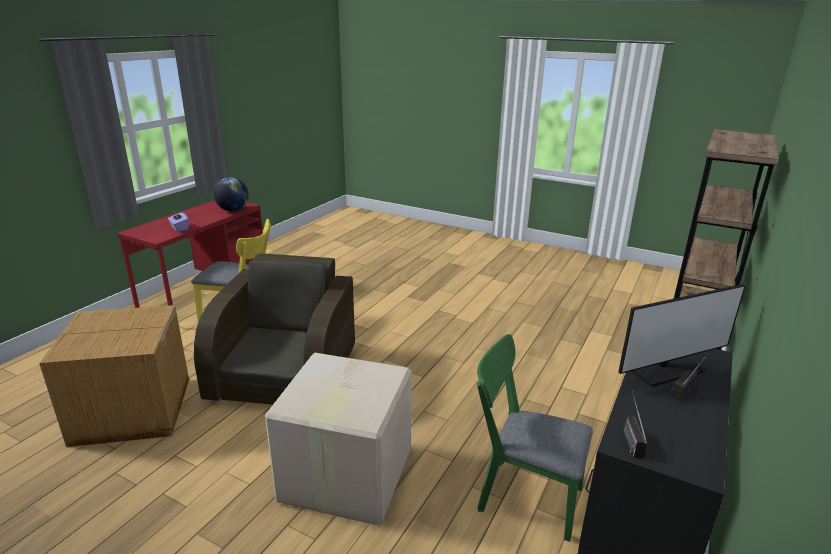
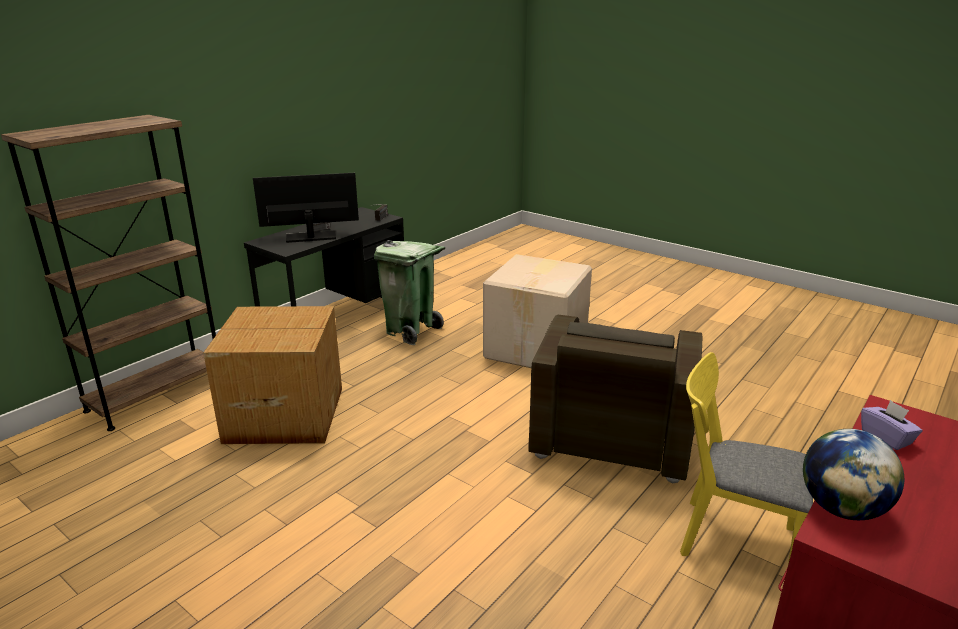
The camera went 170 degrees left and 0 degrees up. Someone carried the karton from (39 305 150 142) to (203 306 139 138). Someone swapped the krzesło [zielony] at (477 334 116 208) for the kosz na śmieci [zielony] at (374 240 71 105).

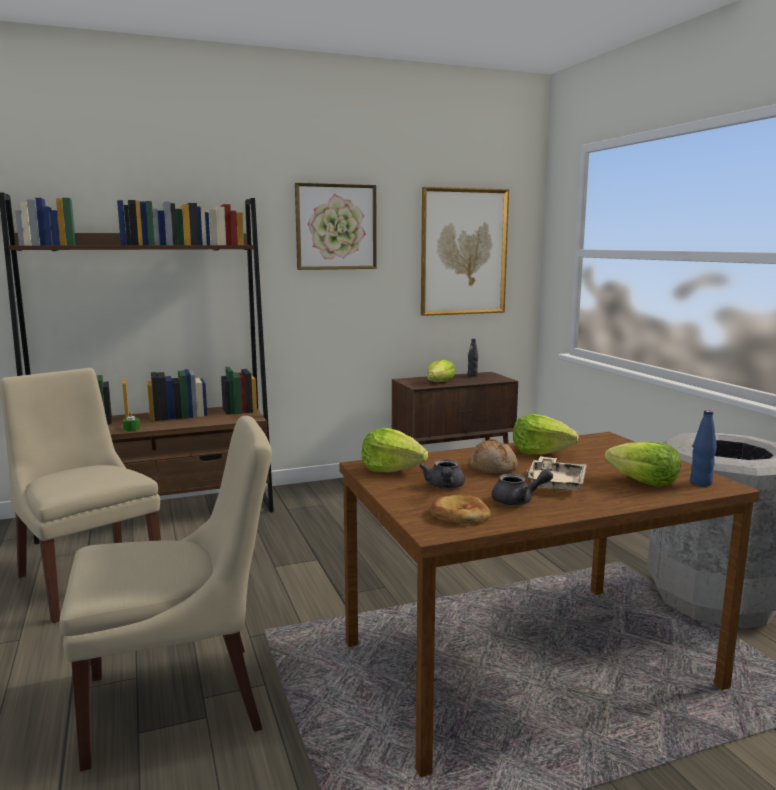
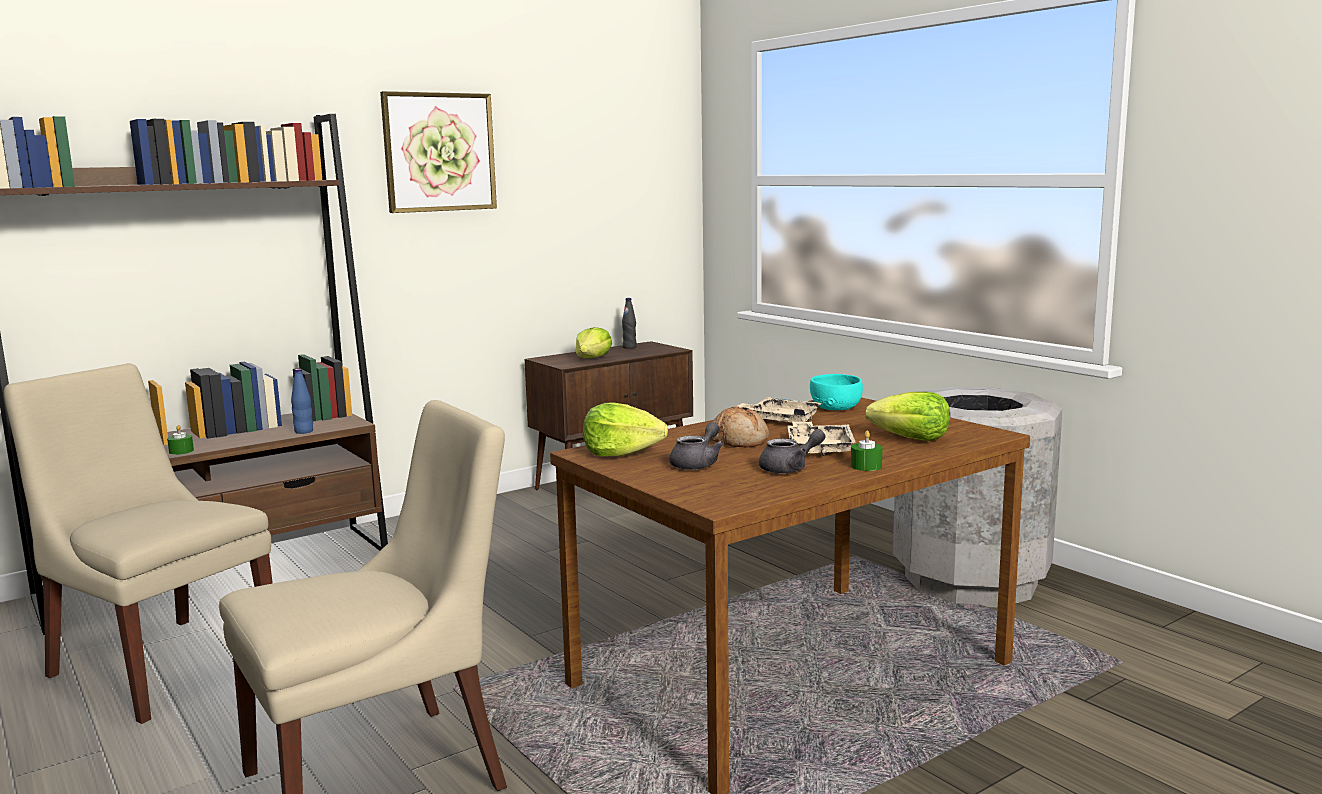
The camera went 15 degrees left and 0 degrees up. Someone took away the obraz at (421 187 88 129). Someone carried the butelka [niebieski] from (690 410 27 76) to (291 369 22 65). Someone swapped the sałata at (513 414 66 41) for the taca [beżowy] at (737 397 85 26). Someone rotated the imbryk [szary] at (419 459 46 30) by 135 degrees counterclockwise. Someone took away the chleb at (431 495 60 29). Someone put down the miska [turkusowy] at (810 374 53 36). Someone put down the świeca [zielony] at (851 431 32 40).

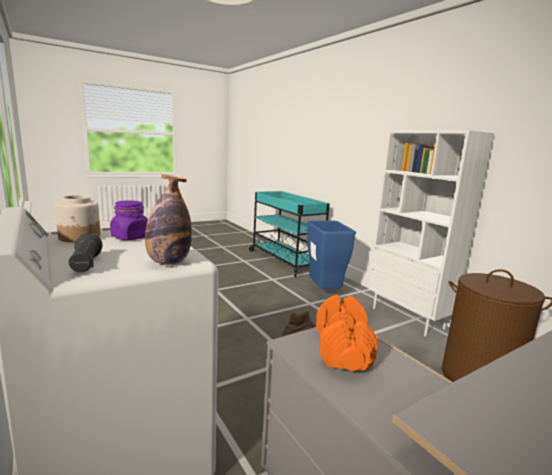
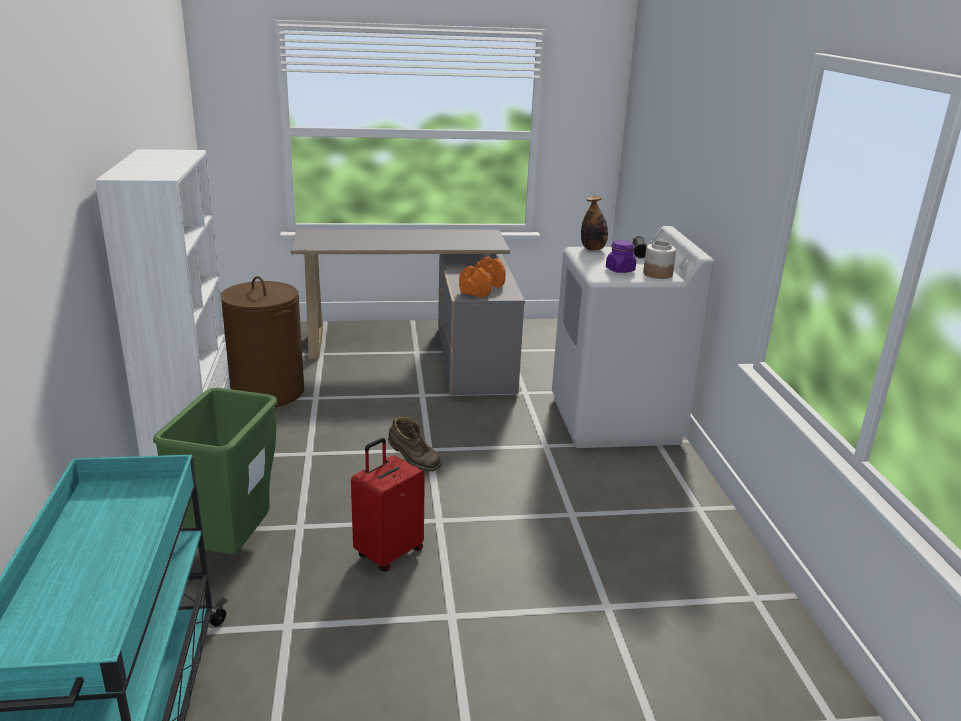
The camera went 155 degrees left and 10 degrees up. Someone repainted the kosz na śmieci [niebieski] at (307 220 49 69), which became the kosz na śmieci [zielony] at (153 388 124 166). Someone put down the walizka [czerwony] at (351 438 74 133).

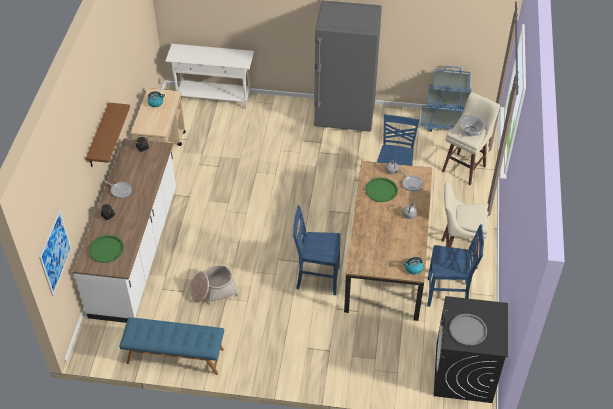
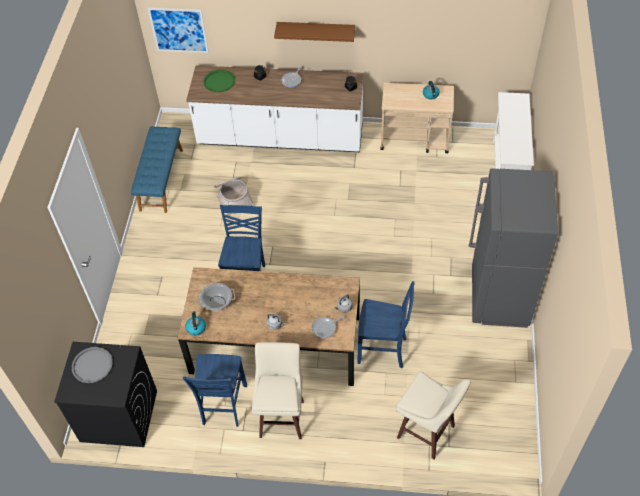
The camera went 90 degrees right and 5 degrees up. Someone took away the wózek [niebieski] at (420 66 51 66). Someone carried the garnek from (459 115 26 21) to (197 283 38 28). Someone took away the taca [zielony] at (365 178 33 24).

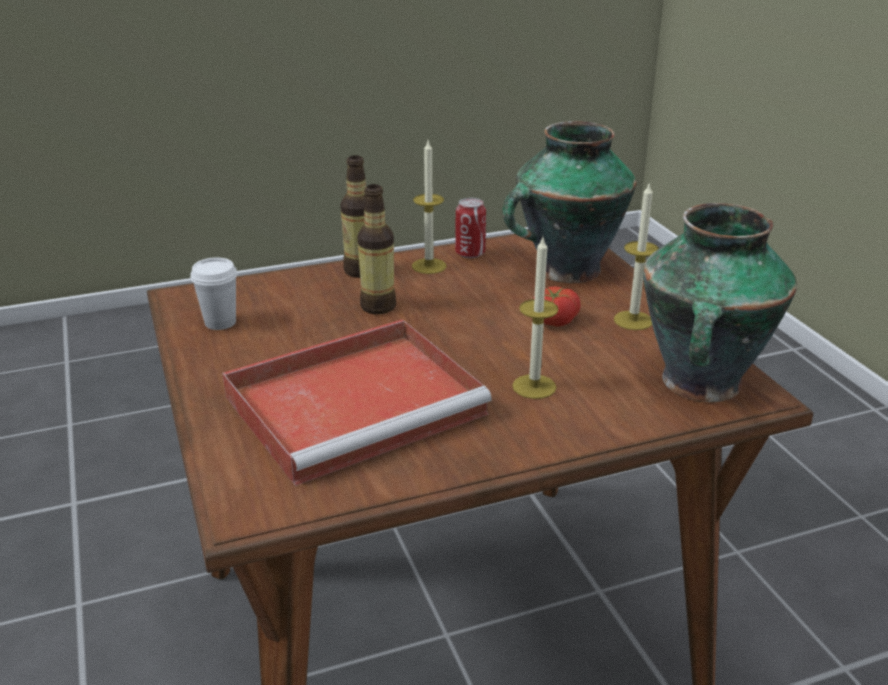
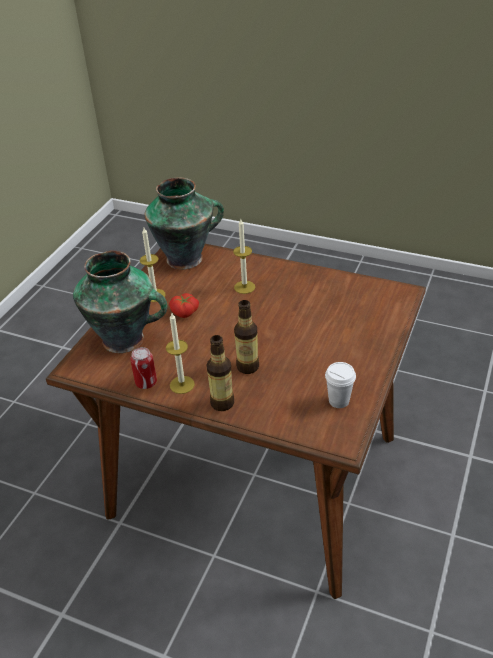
The camera went 135 degrees left and 10 degrees up. Someone took away the taca [czerwony] at (223 319 269 167).

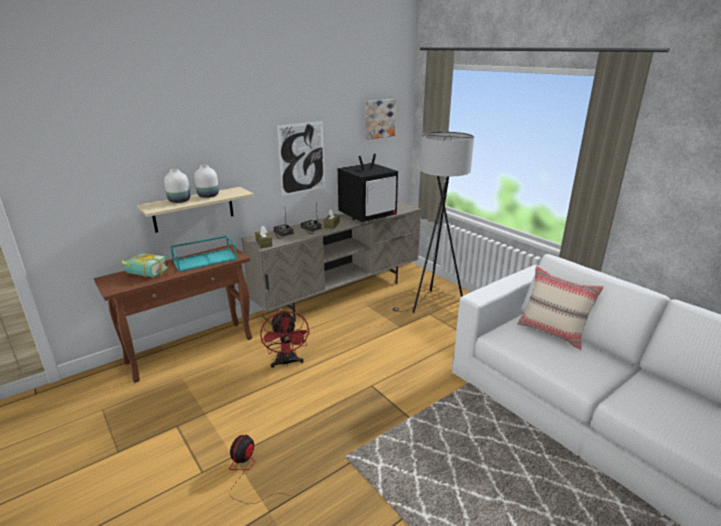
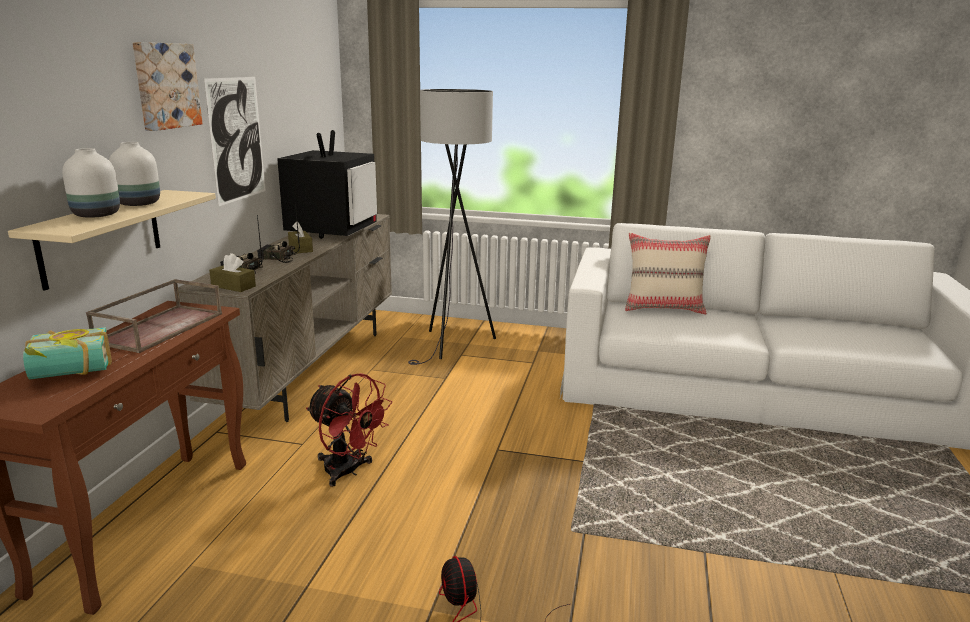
The camera went 40 degrees left and 5 degrees down. Someone carried the obraz from (365 99 31 41) to (132 42 70 89). Someone repainted the taca [turkusowy] at (170 235 67 37), which became the taca [brązowy] at (86 279 136 74).

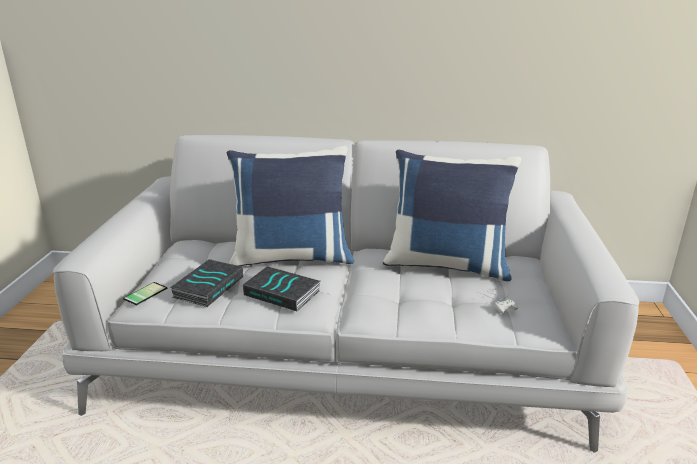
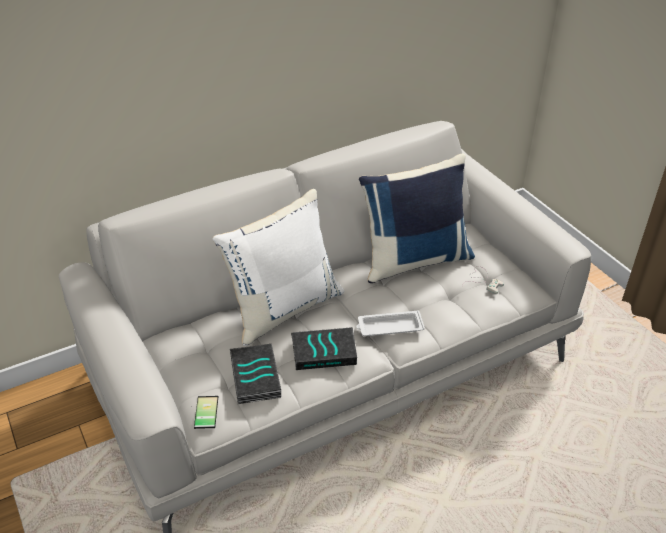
The camera went 35 degrees left and 15 degrees up. Someone repainted the poduszka [niebieski] at (227 146 127 120), which became the poduszka [biały] at (212 189 132 157). Someone put down the taca [biały] at (356 310 69 26).

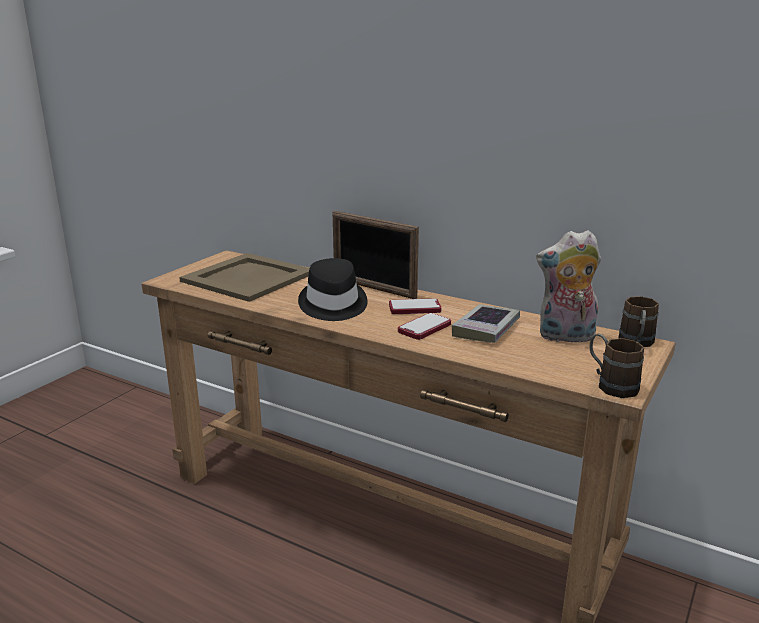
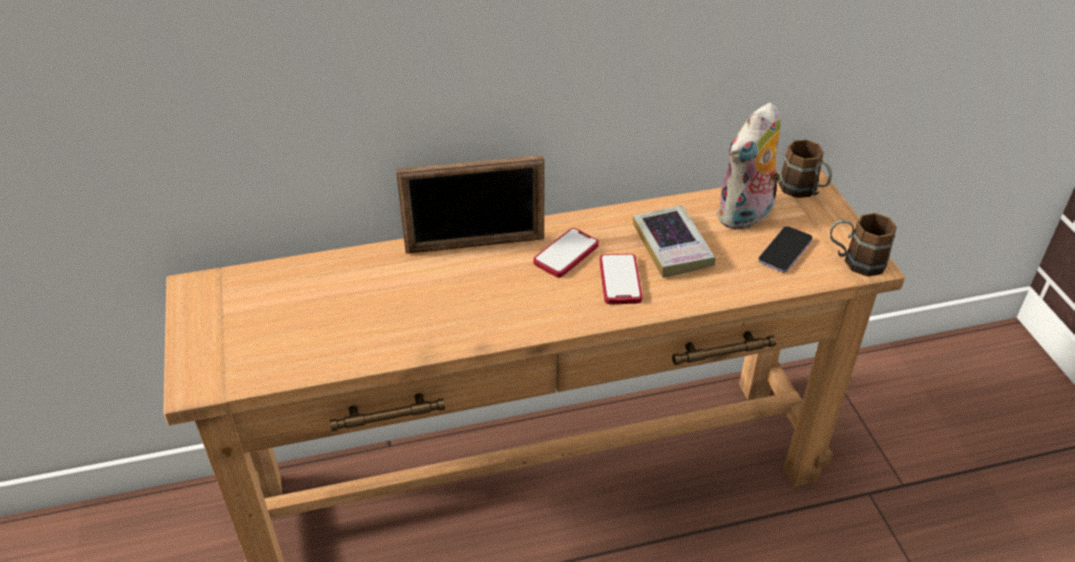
The camera went 45 degrees left and 20 degrees up. Someone took away the taca [beżowy] at (179 253 131 49). Someone took away the kapelusz [czarny] at (298 258 69 63). Someone put down the telefon at (758 226 55 47).

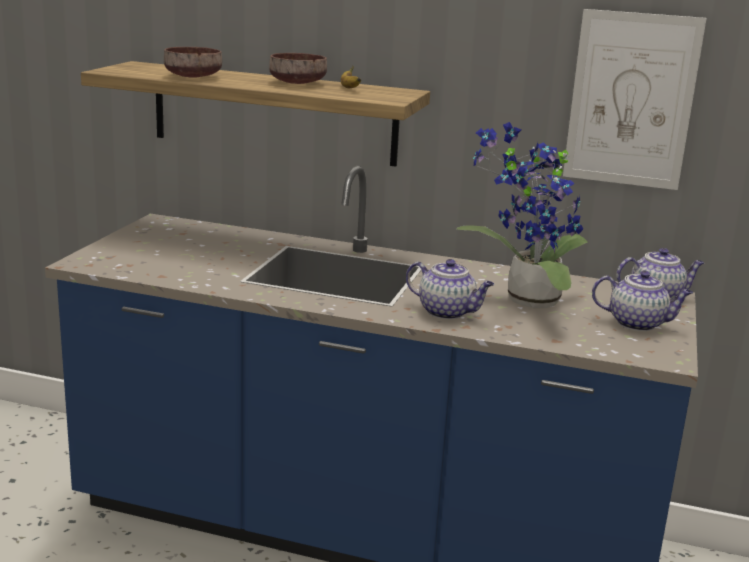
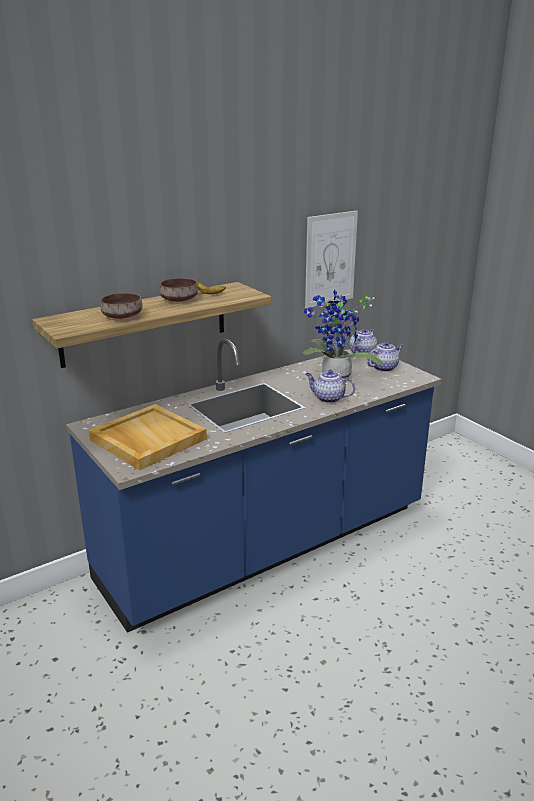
The camera went 50 degrees left and 5 degrees up. Someone rotated the imbryk at (406 259 88 61) by 135 degrees counterclockwise. Someone put down the taca [beżowy] at (89 404 118 66).

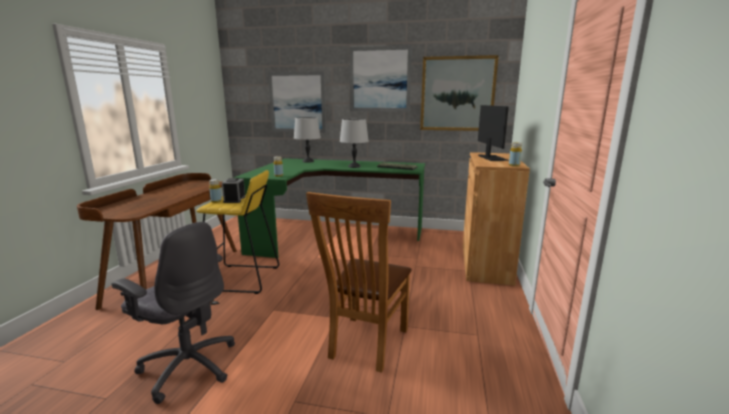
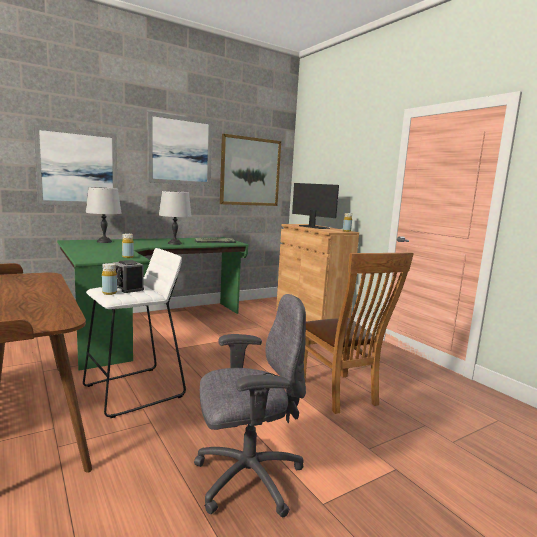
The camera went 45 degrees left and 5 degrees down. Someone repainted the stołek [żółty] at (196 170 83 124), which became the stołek [biały] at (83 248 103 170).

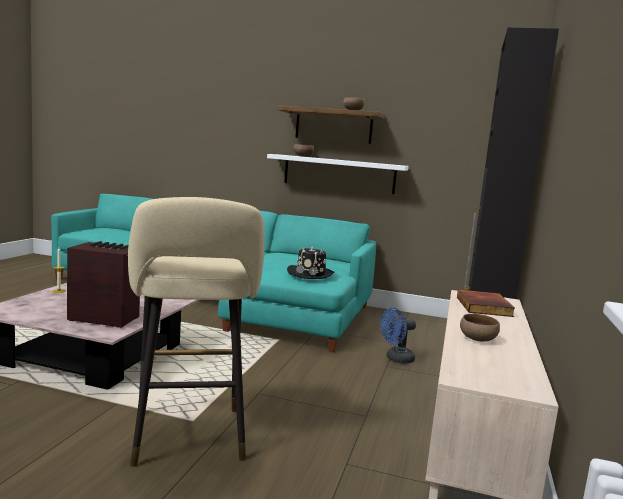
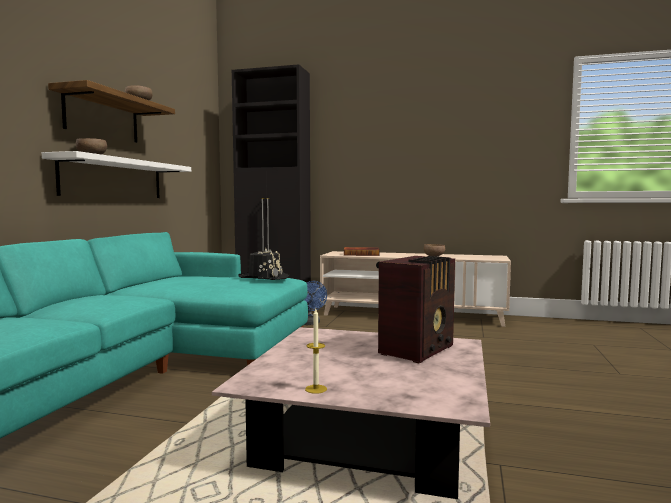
The camera went 90 degrees left and 5 degrees down. Someone took away the stołek [beżowy] at (128 197 137 270). Someone rotated the radio at (67 241 73 87) by 150 degrees counterclockwise.

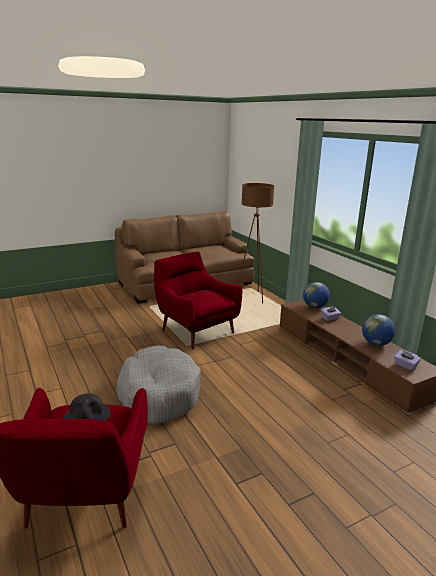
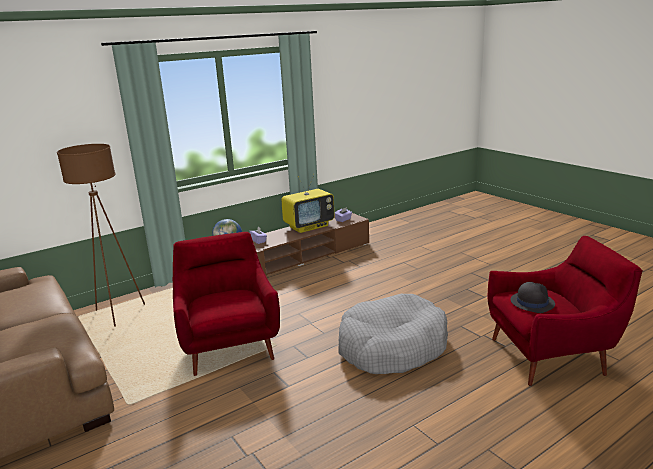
The camera went 95 degrees left and 0 degrees up. Someone rotated the fotel [czerwony] at (154 252 88 97) by 120 degrees clockwise. Someone swapped the globus at (362 314 33 32) for the telewizor at (281 175 54 58).

